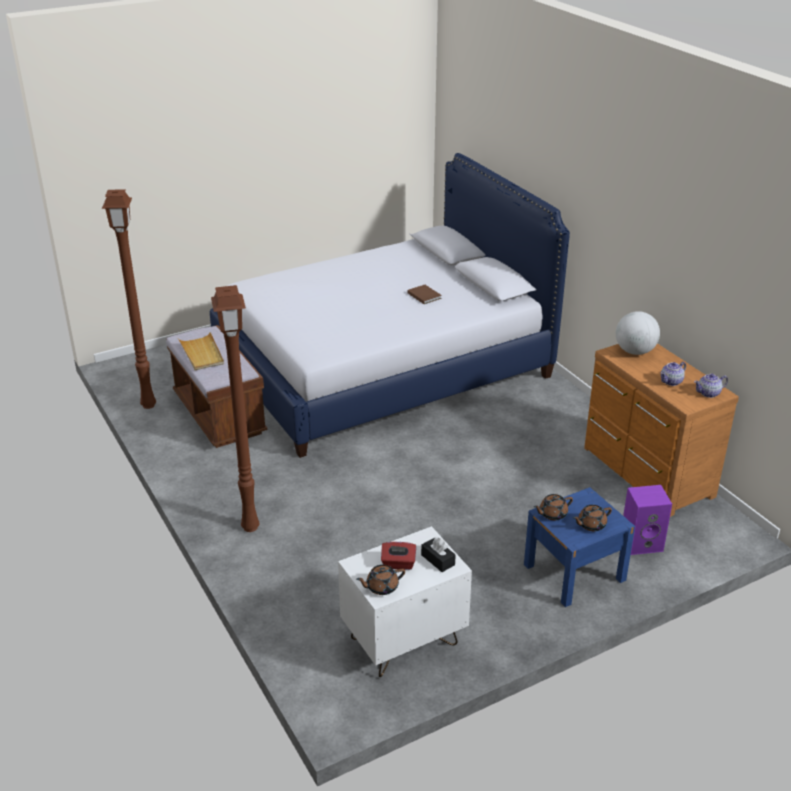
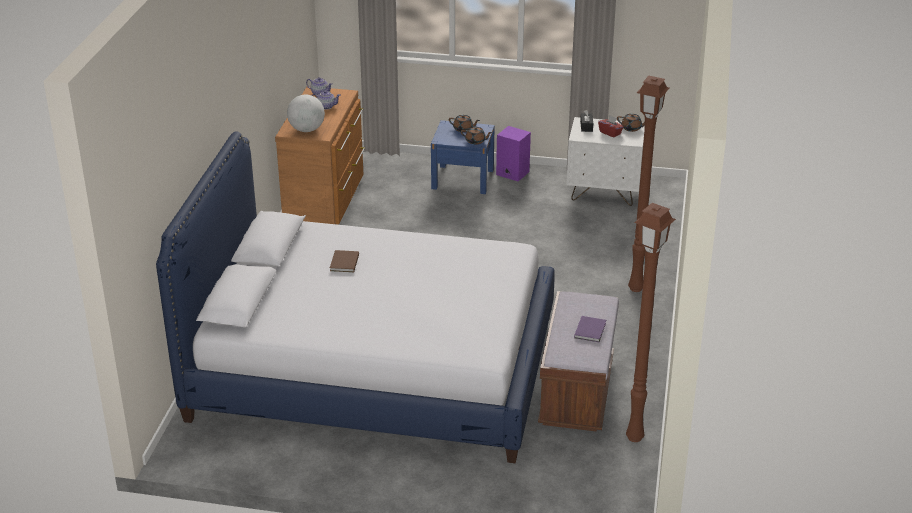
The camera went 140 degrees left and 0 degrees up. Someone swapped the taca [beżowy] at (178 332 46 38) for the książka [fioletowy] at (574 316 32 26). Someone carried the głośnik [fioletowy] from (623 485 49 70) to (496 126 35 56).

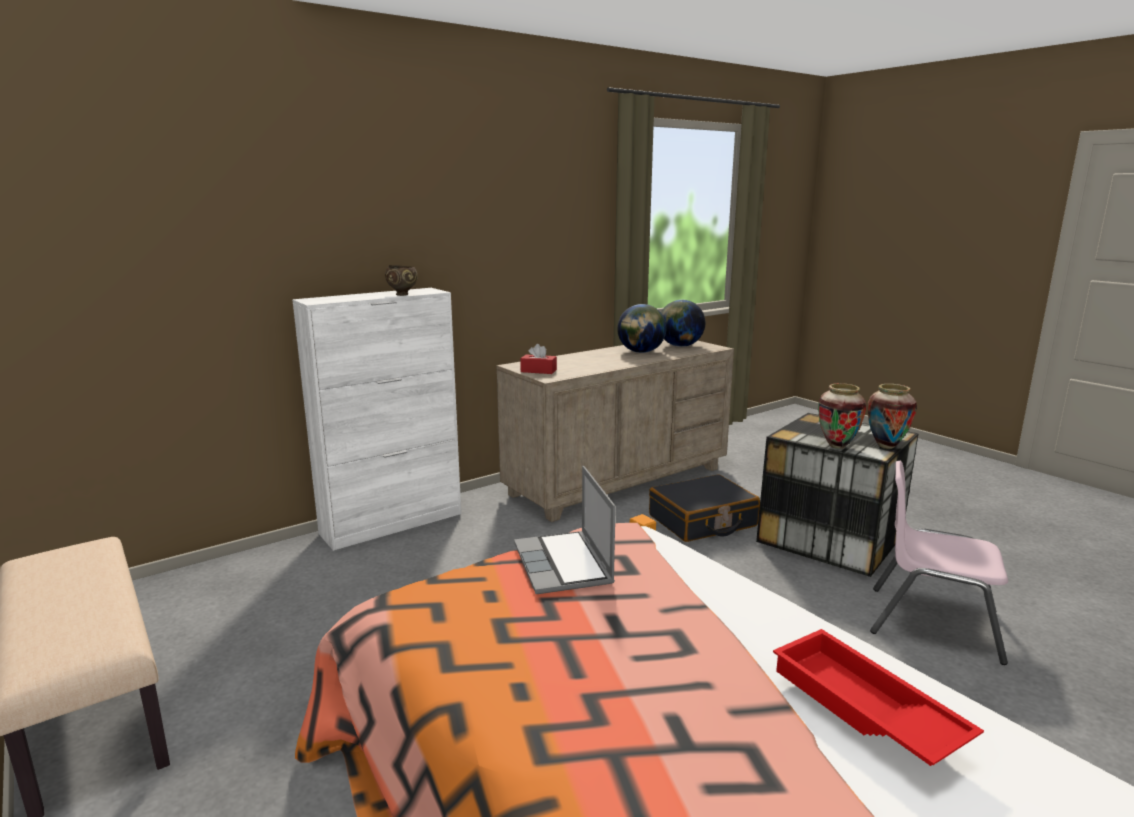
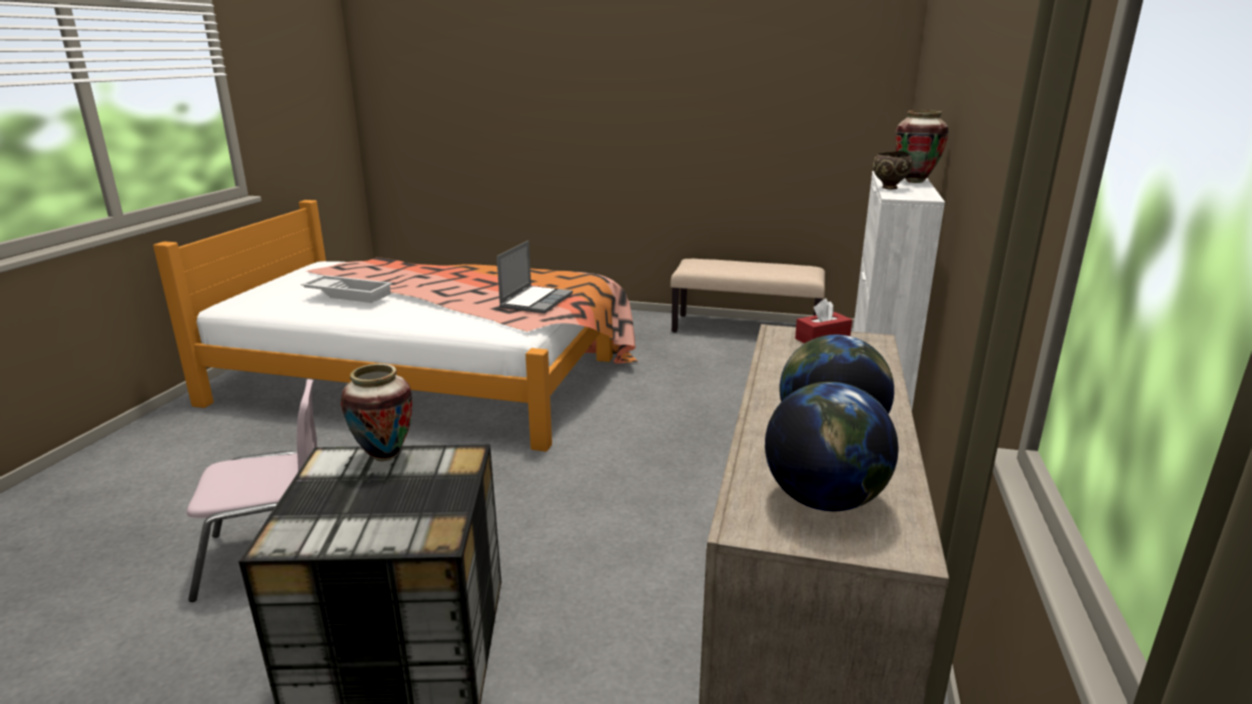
The camera went 140 degrees right and 5 degrees up. Someone carried the wazon from (868 384 49 65) to (895 110 53 73). Someone rotated the laptop at (514 466 102 128) by 75 degrees clockwise. Someone took away the walizka [czarny] at (649 474 111 68). Someone repainted the taca [czerwony] at (773 629 211 137), which became the taca [biały] at (301 275 91 28).

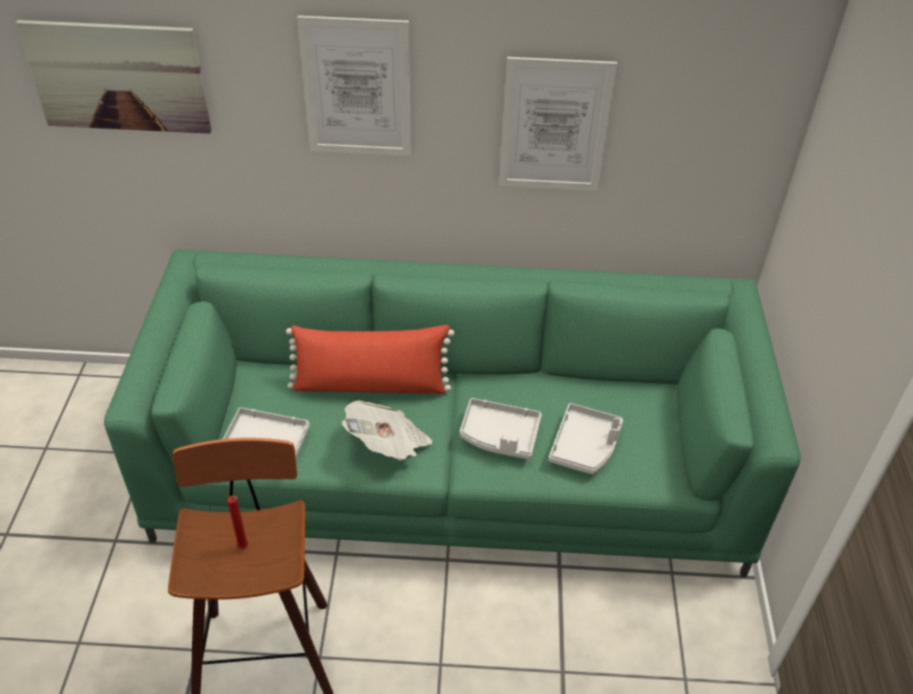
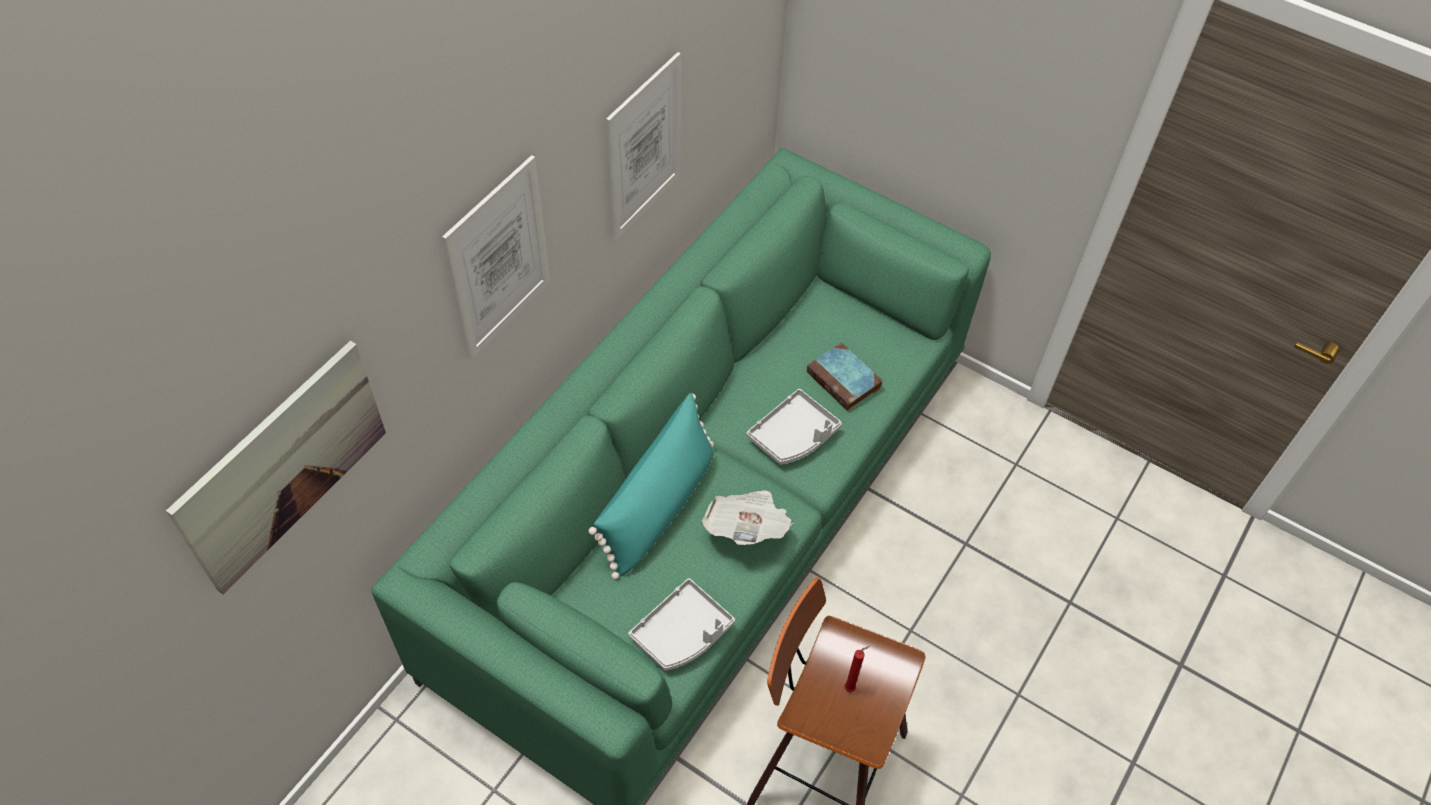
The camera went 60 degrees left and 10 degrees up. Someone repainted the poduszka [czerwony] at (286 325 168 69), which became the poduszka [turkusowy] at (588 393 126 187). Someone swapped the taca [szary] at (549 403 74 71) for the książka at (807 342 76 69).

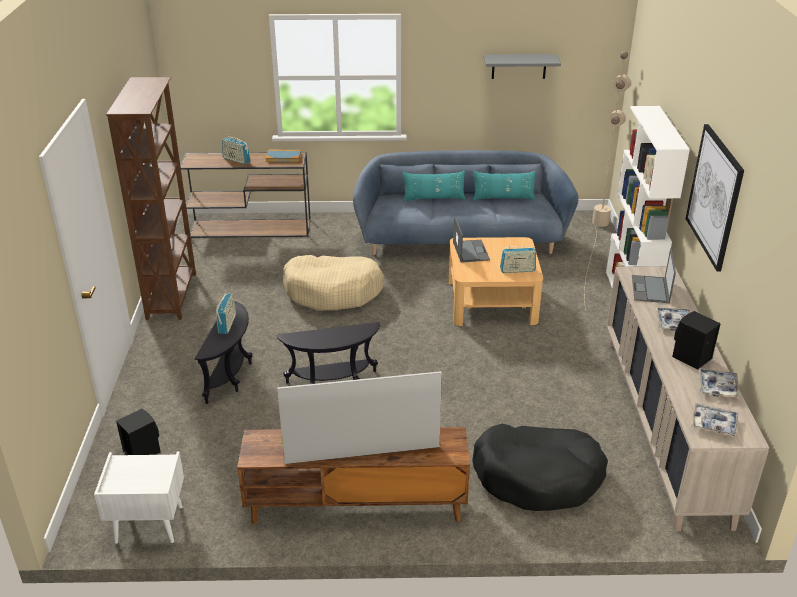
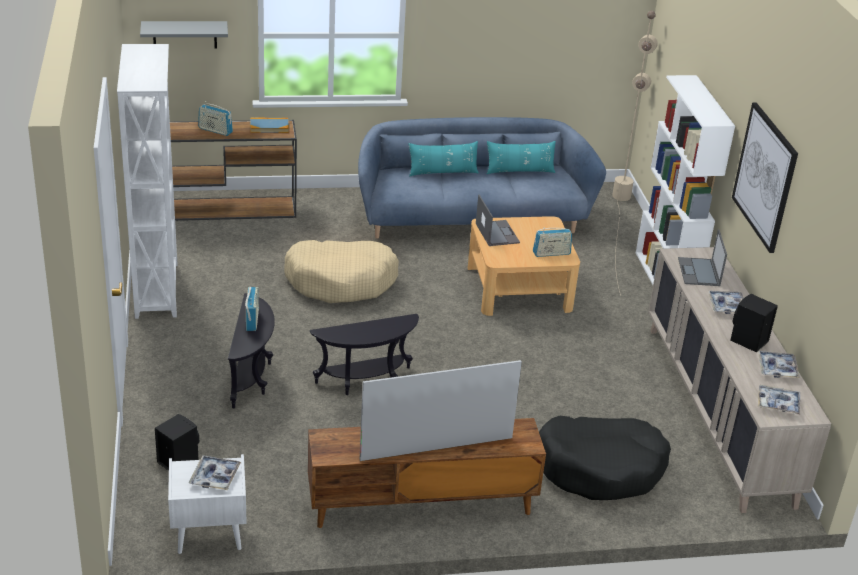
The camera went 10 degrees left and 0 degrees up. Someone carried the półka [szary] from (484 54 77 25) to (140 21 88 28). Someone repainted the regał [brązowy] at (106 77 90 243), which became the regał [biały] at (117 44 61 275). Someone put down the taca at (189 455 52 35).

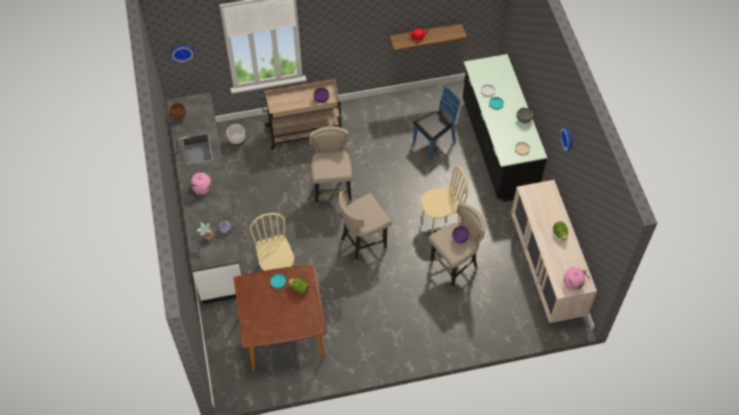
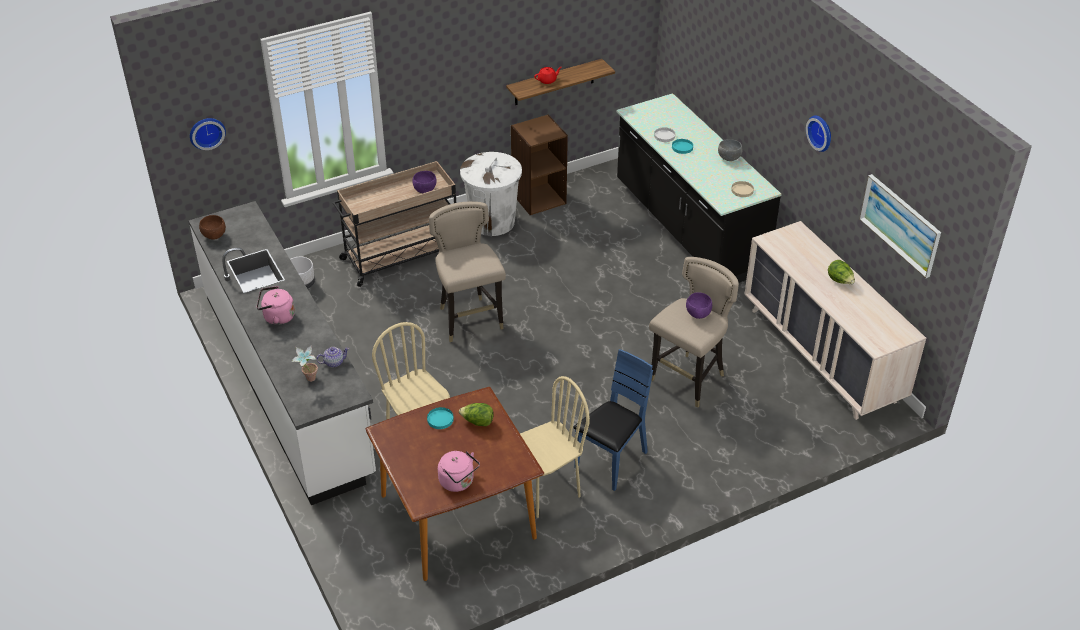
The camera went 15 degrees left and 15 degrees down. Someone carried the krzesło [niebieski] from (413 86 47 74) to (573 349 80 142). Someone carried the krzesło [beżowy] from (420 166 48 69) to (512 376 78 142). Someone took away the stołek [beżowy] at (339 191 53 72). Someone carried the czajnik [różowy] from (563 267 27 24) to (438 451 42 41). Someone put down the regał [brązowy] at (511 115 57 100). Someone put down the kosz na śmieci [biały] at (460 152 62 84). Someone put up the obraz at (859 174 82 104).

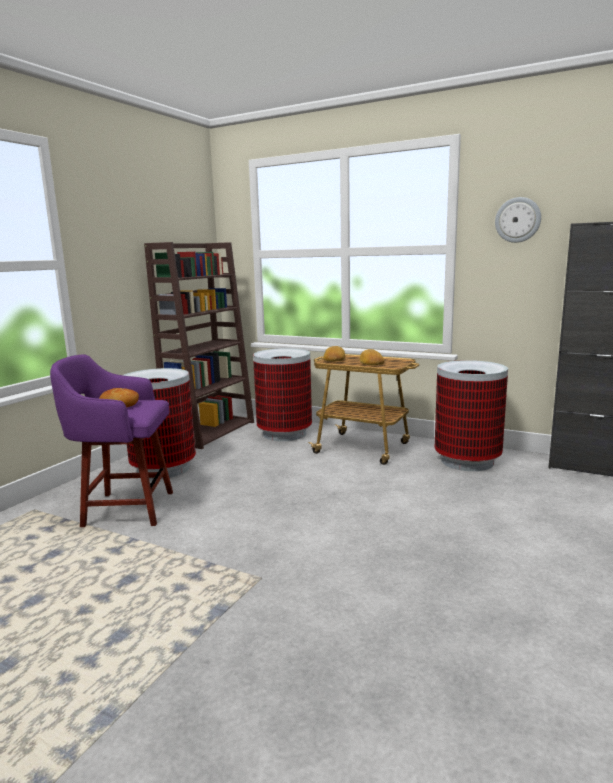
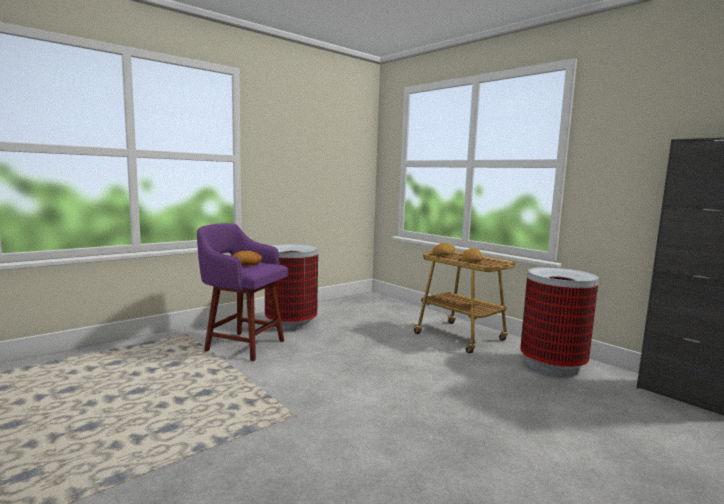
The camera went 20 degrees right and 5 degrees down. Someone took away the zegar ścienny at (495 197 46 46). Someone took away the regał [brązowy] at (144 242 110 207). Someone took away the kosz na śmieci at (253 348 59 93).

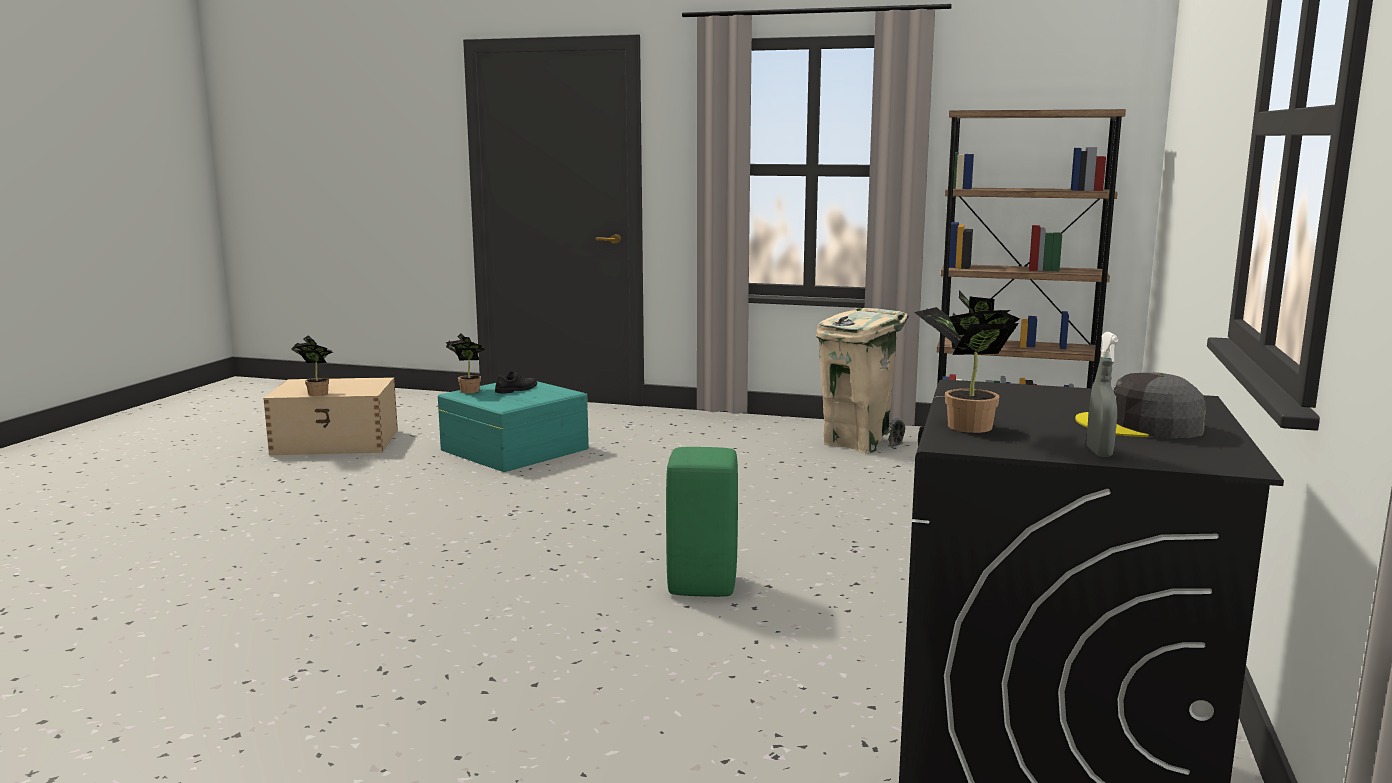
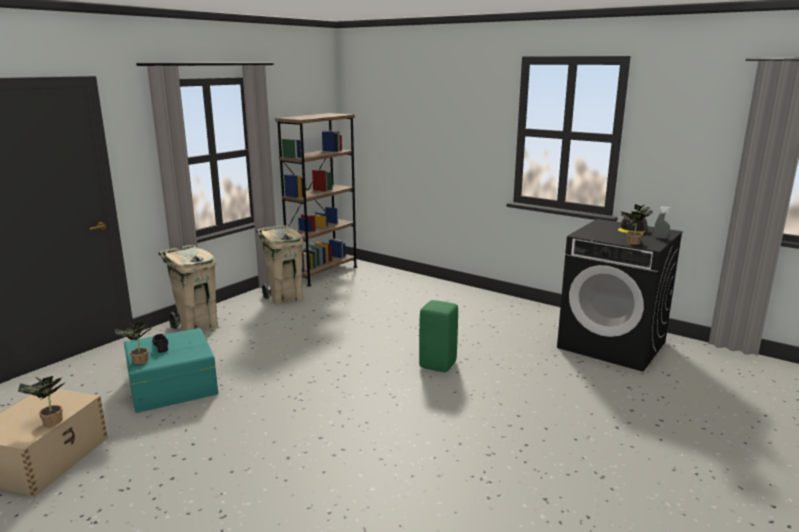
The camera went 70 degrees left and 5 degrees up. Someone put down the kosz na śmieci [beżowy] at (158 245 60 86).

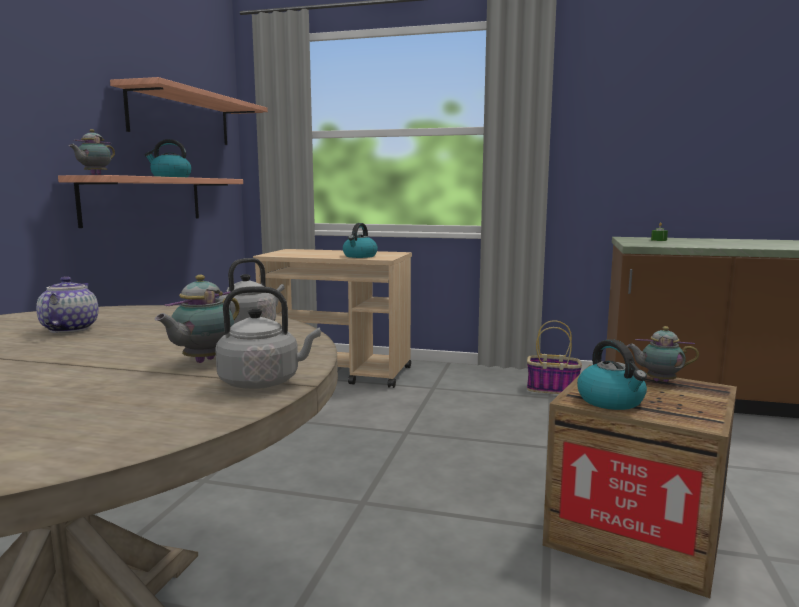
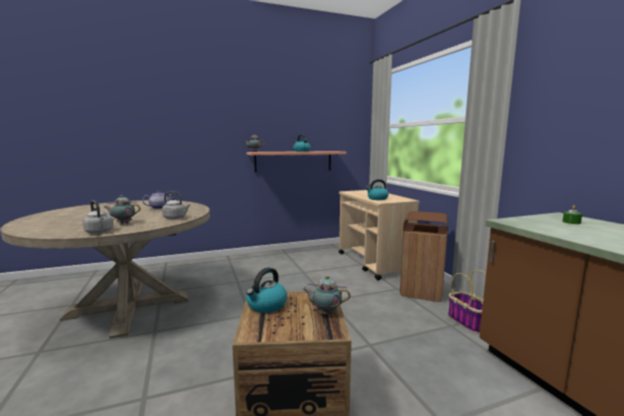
The camera went 55 degrees right and 0 degrees up. Someone took away the półka at (110 77 158 68). Someone rotated the imbryk at (627 326 72 56) by 60 degrees counterclockwise. Someone put down the kosz na śmieci [brązowy] at (400 211 48 91).

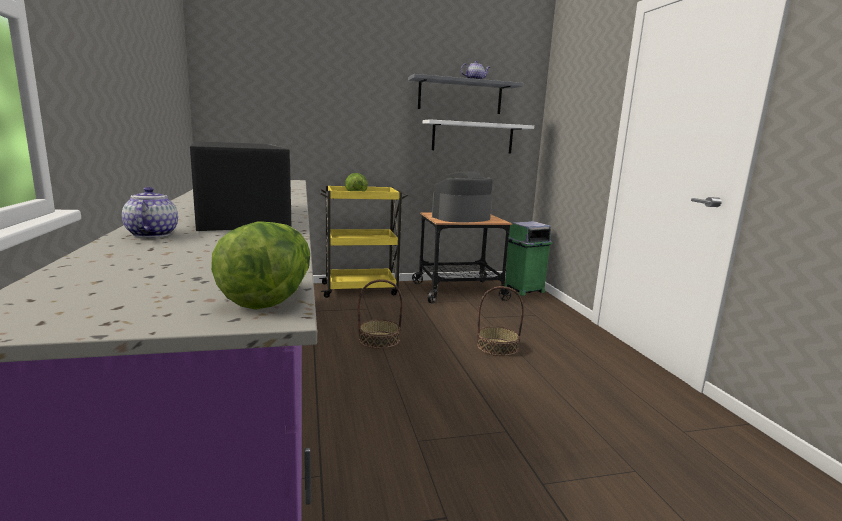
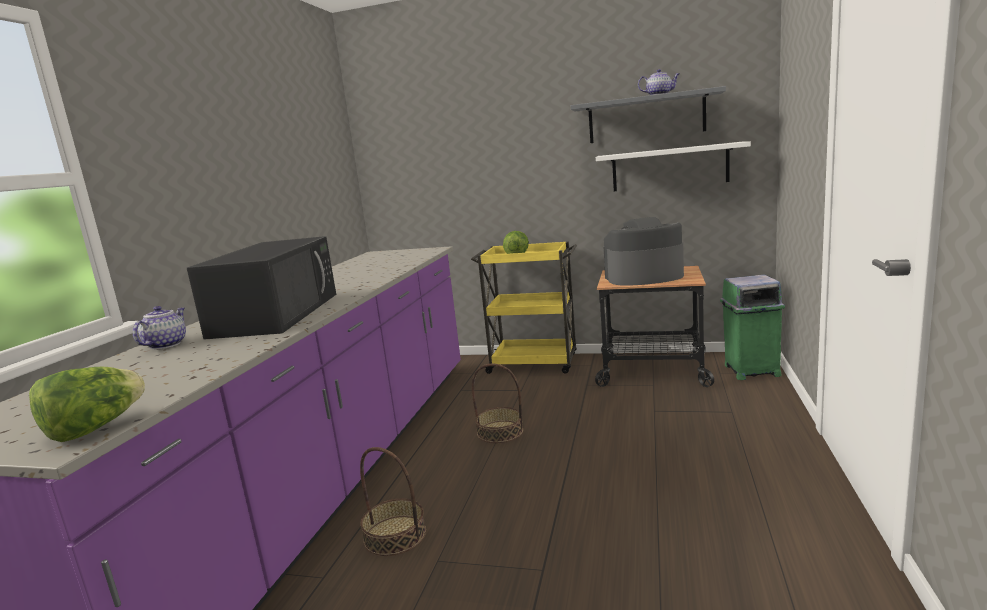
The camera went 30 degrees right and 0 degrees up. Someone carried the koszyk from (477 286 47 70) to (360 447 66 109).

